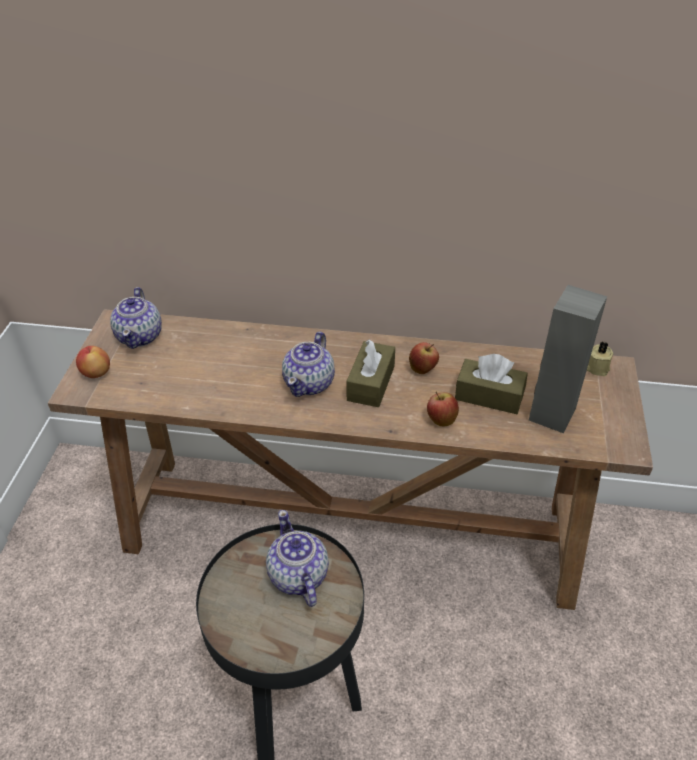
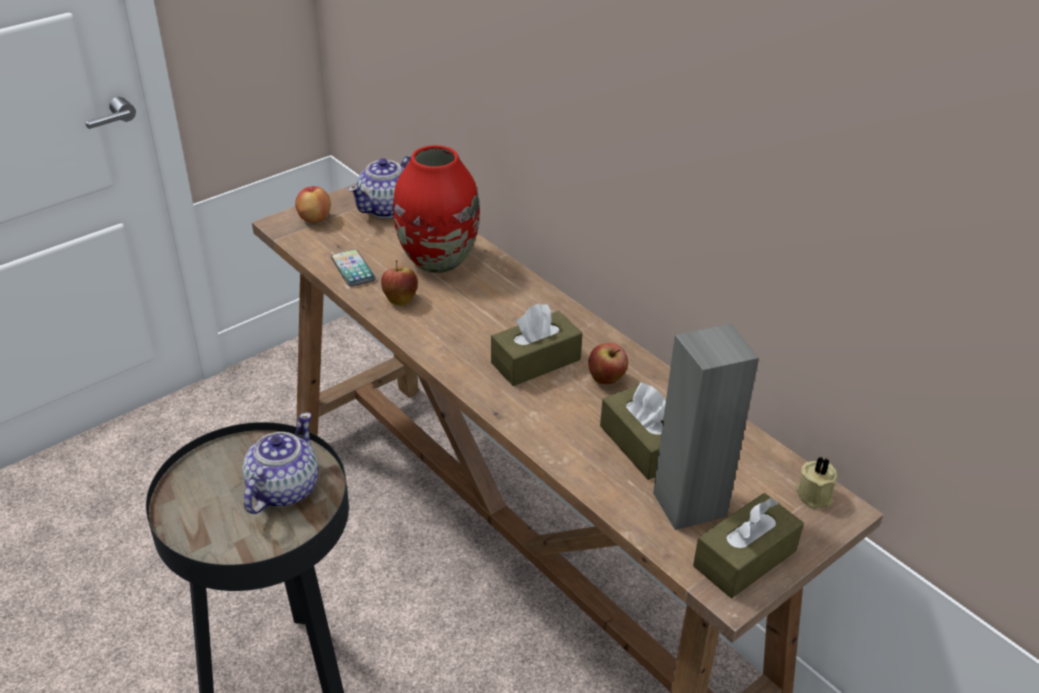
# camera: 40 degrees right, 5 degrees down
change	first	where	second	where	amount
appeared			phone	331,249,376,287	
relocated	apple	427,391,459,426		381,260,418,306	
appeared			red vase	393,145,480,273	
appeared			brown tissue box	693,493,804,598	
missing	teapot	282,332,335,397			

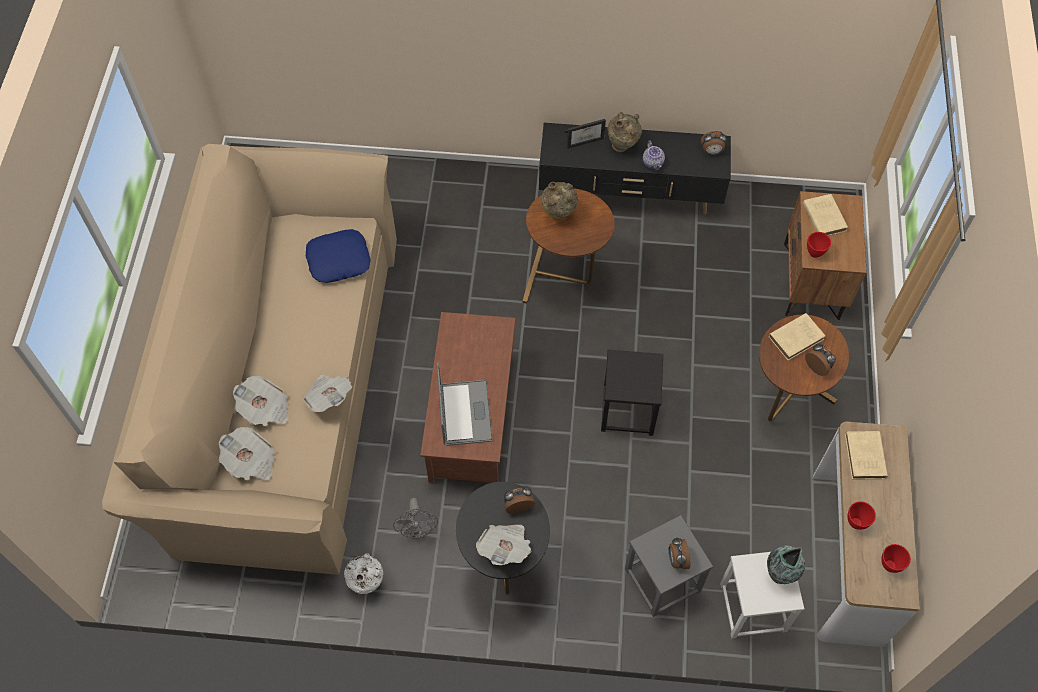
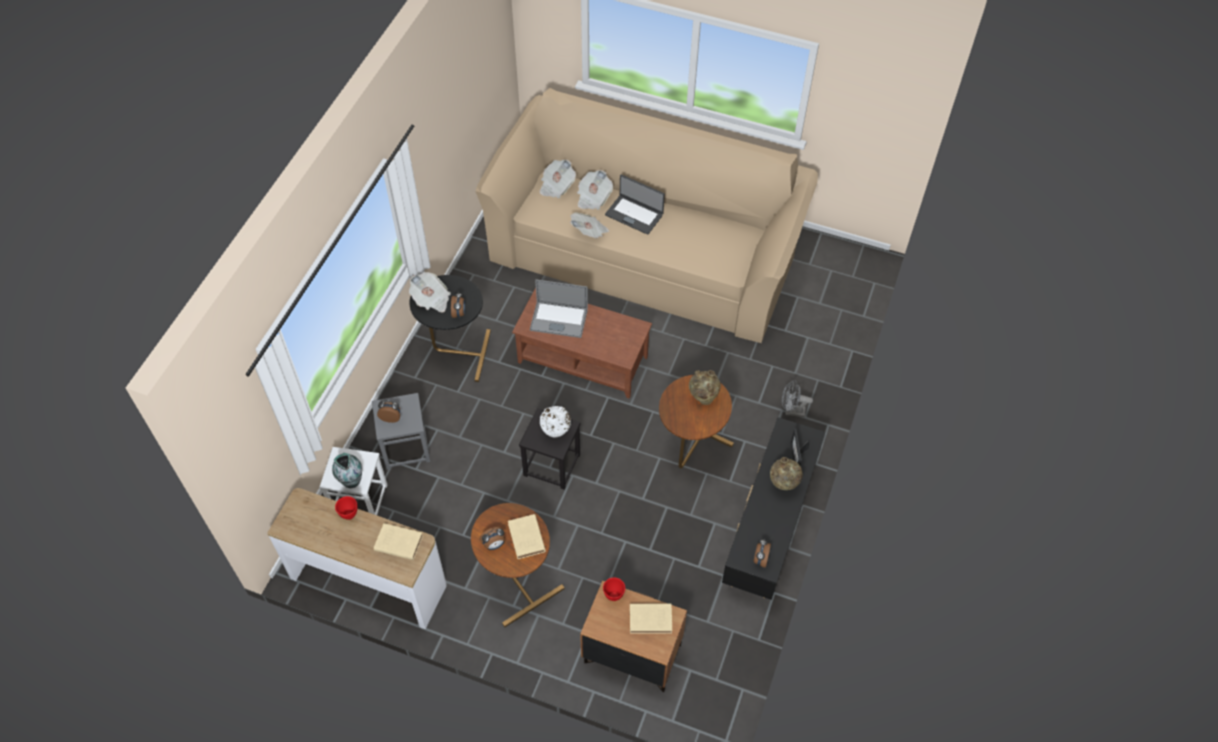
# camera: 105 degrees right, 5 degrees down
change	first	where	second	where	amount
relocated	white vase	344,553,383,594		540,406,571,438	
appeared			laptop	605,174,665,235	
relocated	grey fan	393,498,438,539		782,380,813,417	
missing	blue pillow	306,229,371,283			
missing	teapot	643,140,665,171			
missing	red bowl	881,544,911,573			

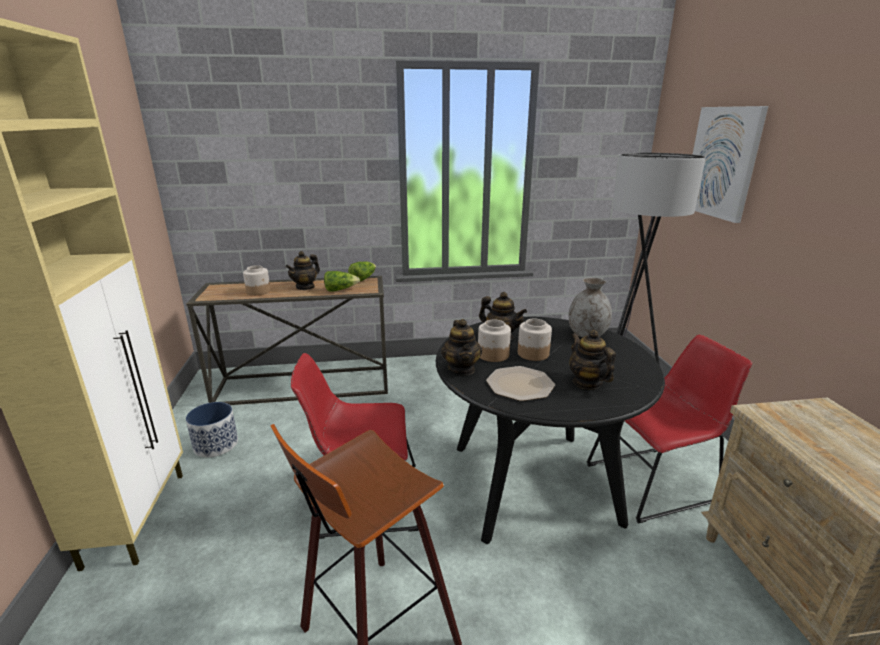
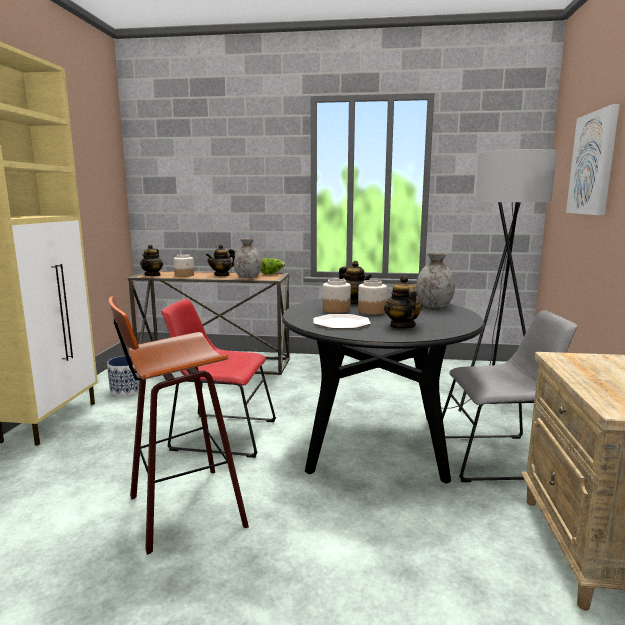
# camera: 15 degrees right, 10 degrees down
change	first	where	second	where	amount
relocated	teapot	441,319,482,376		140,244,163,276	
exchanged	lettuce	324,271,360,291	grey vase	234,239,262,278	
colour	red chair	586,335,752,524	grey chair	442,310,577,482	

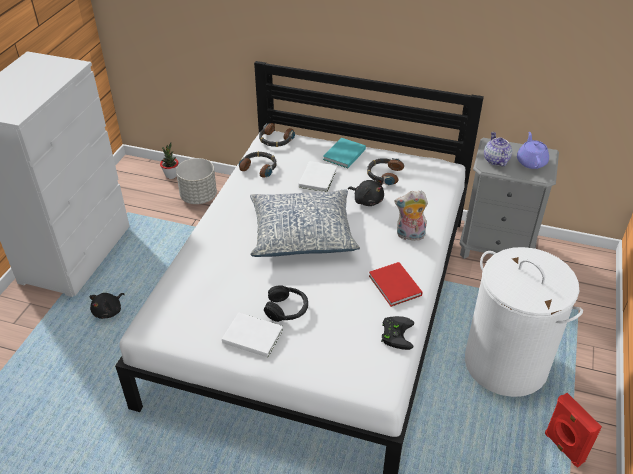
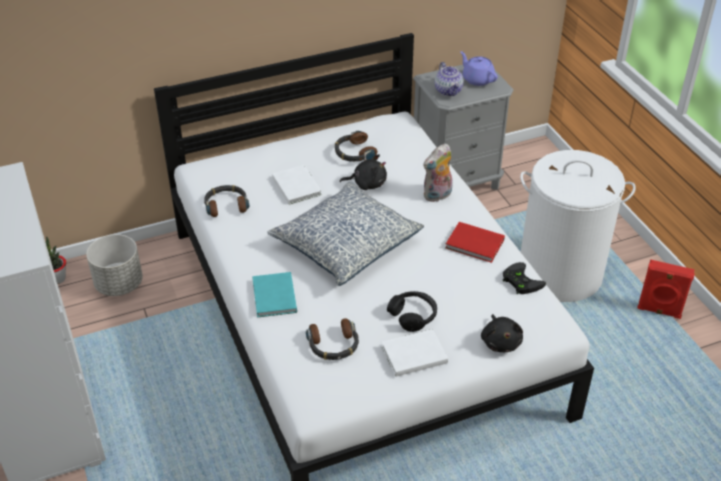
# camera: 40 degrees left, 0 degrees up
change	first	where	second	where	amount
relocated	turquoise book	323,138,366,168		252,272,297,318	
relocated	headphones	259,123,295,147		306,318,359,360	
spun	teapot	484,132,512,167		435,62,464,96	150 degrees counterclockwise
relocated	black plush toy	90,293,125,319		481,314,523,352	

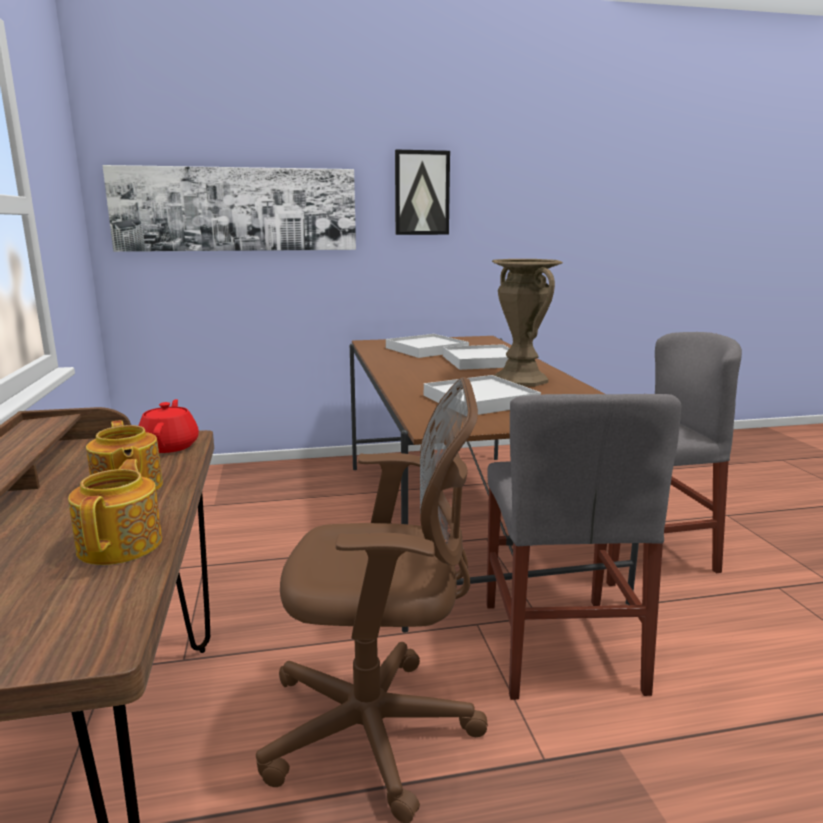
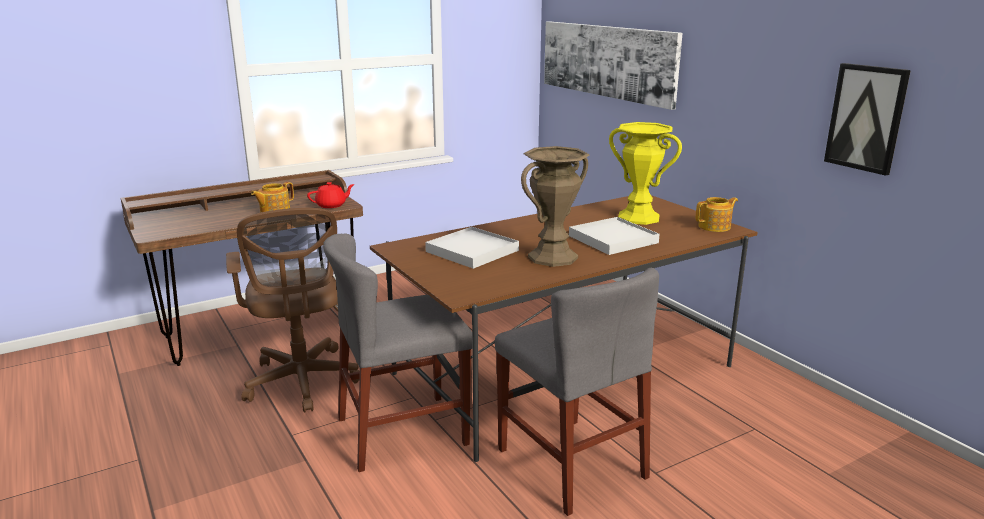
# camera: 70 degrees right, 5 degrees up
change	first	where	second	where	amount
exchanged	white tray	386,334,469,358	yellow vase	609,122,682,225	
relocated	teapot	68,459,162,565		696,197,738,232	
relocated	picture	395,150,450,235		824,63,911,176	

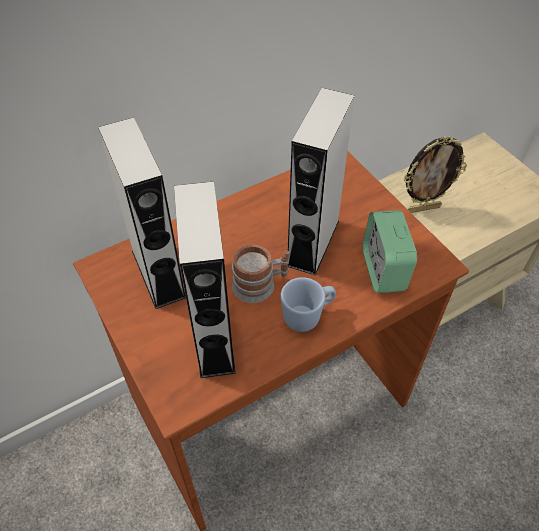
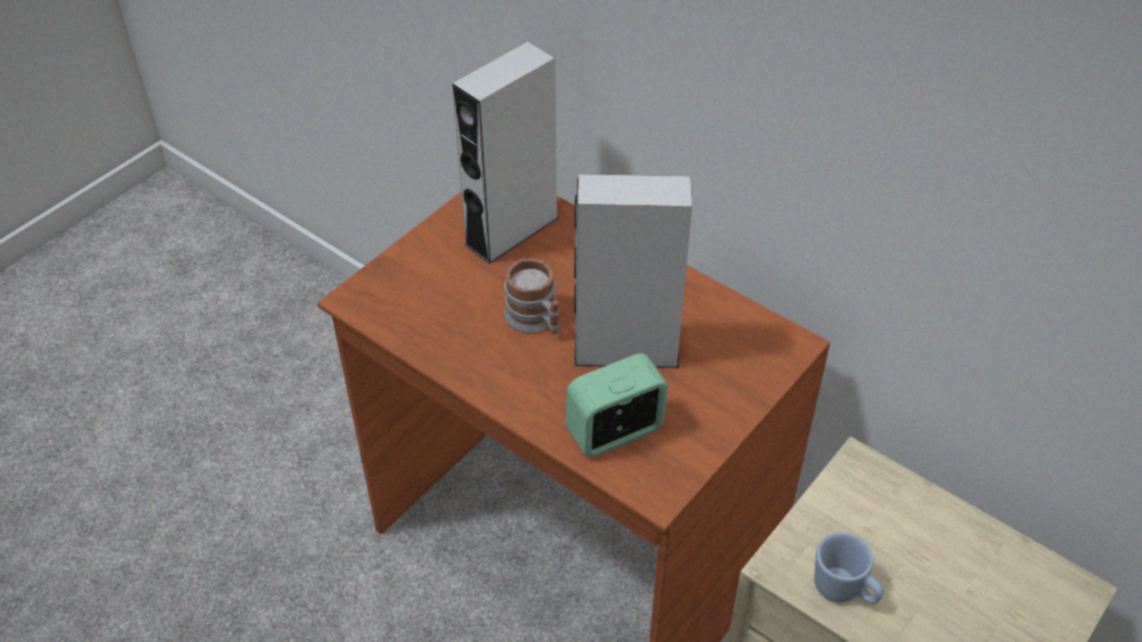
# camera: 70 degrees right, 5 degrees down
change	first	where	second	where	amount
relocated	blue mug	281,277,336,332		814,532,884,604	
missing	grey speaker	174,181,236,378			
missing	picture frame	404,136,467,213			

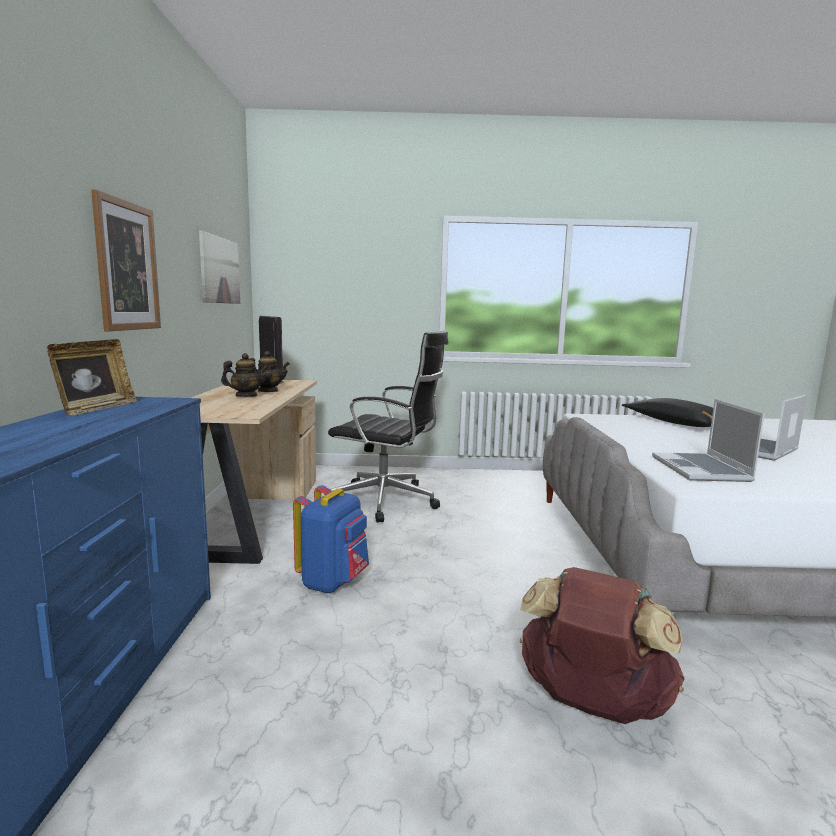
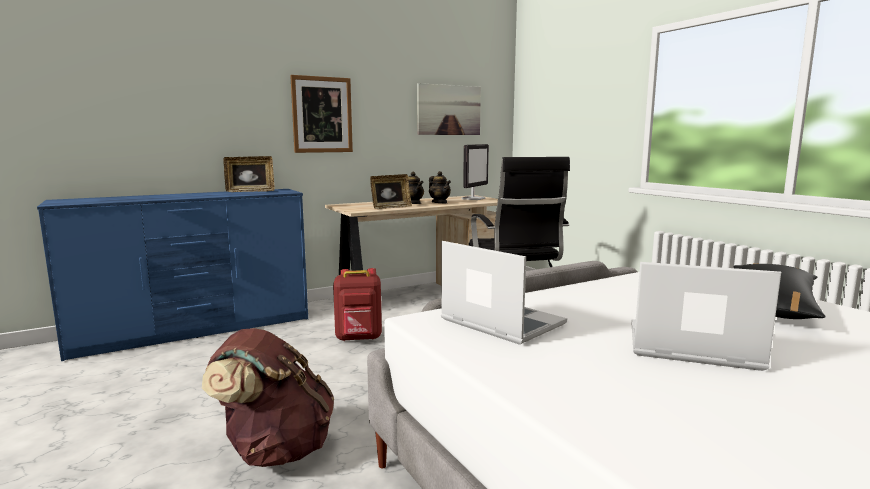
# camera: 60 degrees right, 0 degrees up
change	first	where	second	where	amount
colour	blue backpack	293,485,369,593	red backpack	333,268,382,341	
appeared			picture frame	370,174,412,209	
spun	laptop	652,399,765,482		441,241,567,345	75 degrees clockwise

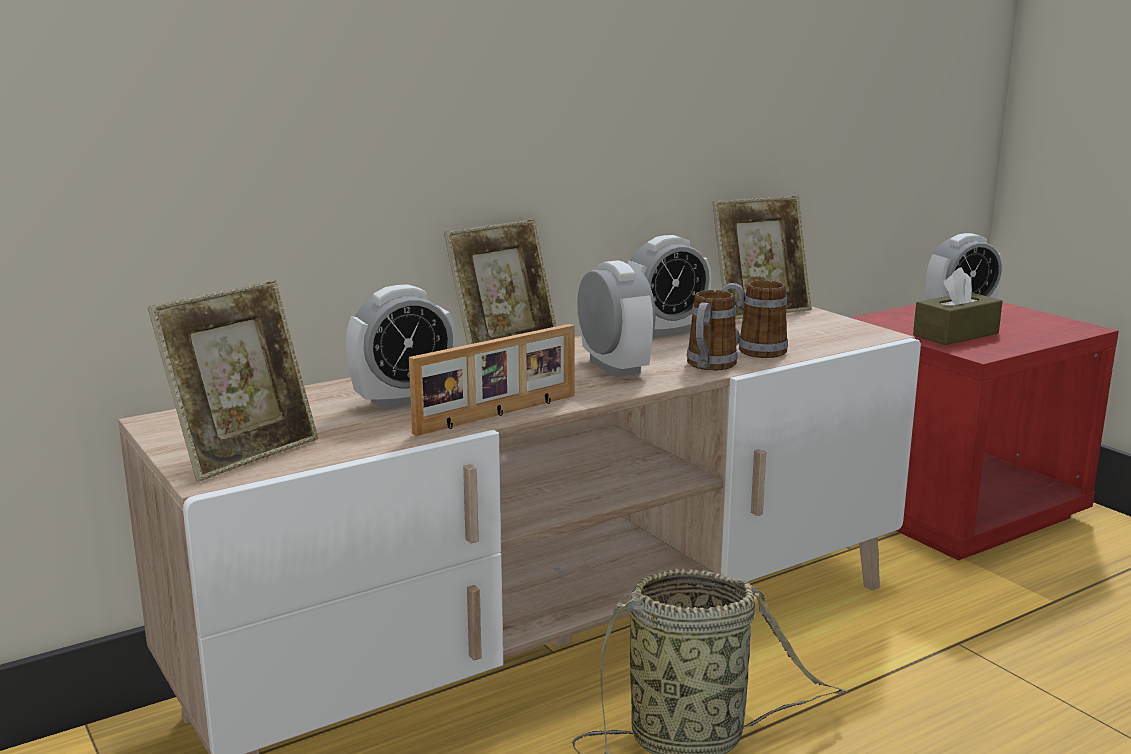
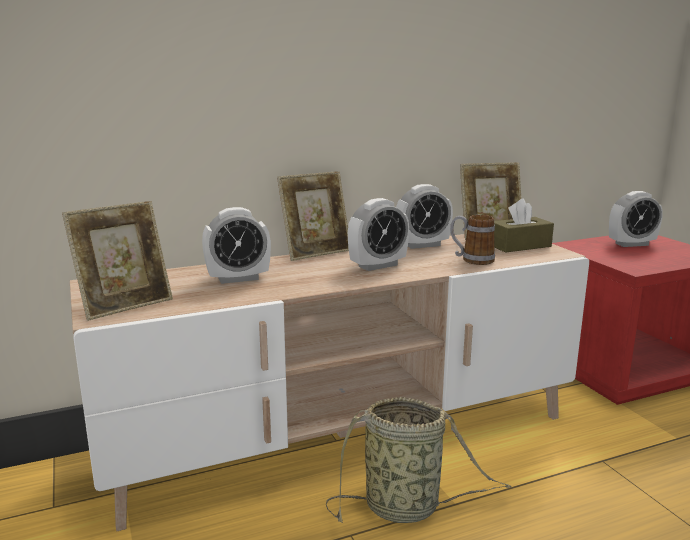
# camera: 10 degrees right, 0 degrees up
change	first	where	second	where	amount
spun	alarm clock	577,260,656,377		348,198,409,271	75 degrees clockwise
relocated	brown tissue box	913,267,1003,345		494,198,554,253	
missing	picture frame	409,324,575,436			
missing	mug	687,290,738,370			

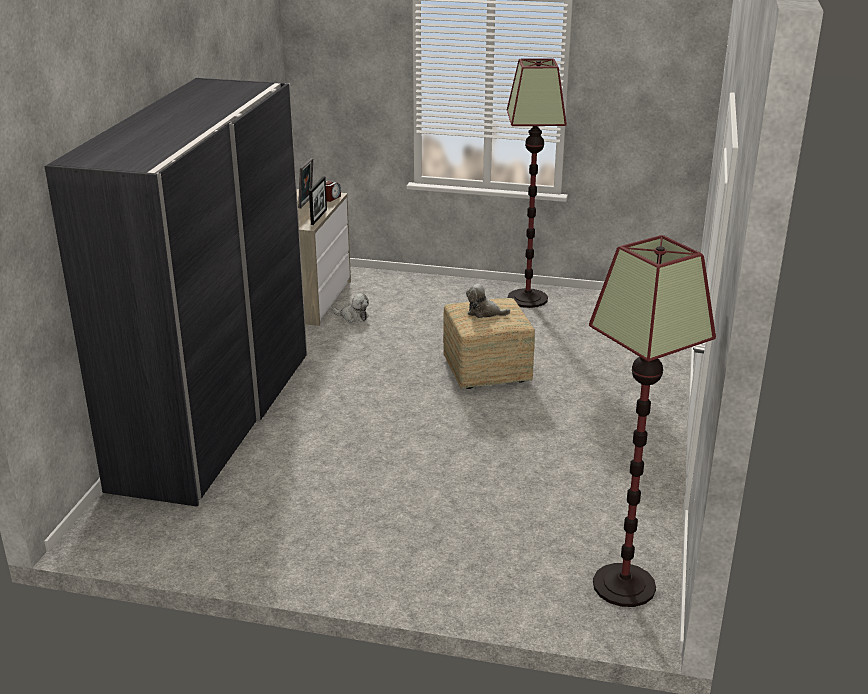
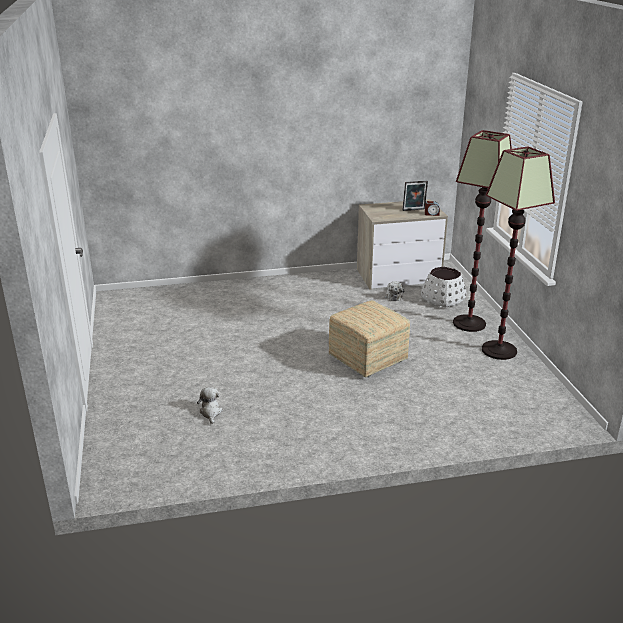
# camera: 65 degrees right, 0 degrees up
change	first	where	second	where	amount
relocated	plush toy	466,284,510,318		197,387,223,424	
appeared			white planter	421,266,467,308	
relocated	floor lamp	589,235,716,607		453,130,512,332	
missing	grey wardrobe	45,78,307,507			
missing	picture frame	309,176,327,225			

